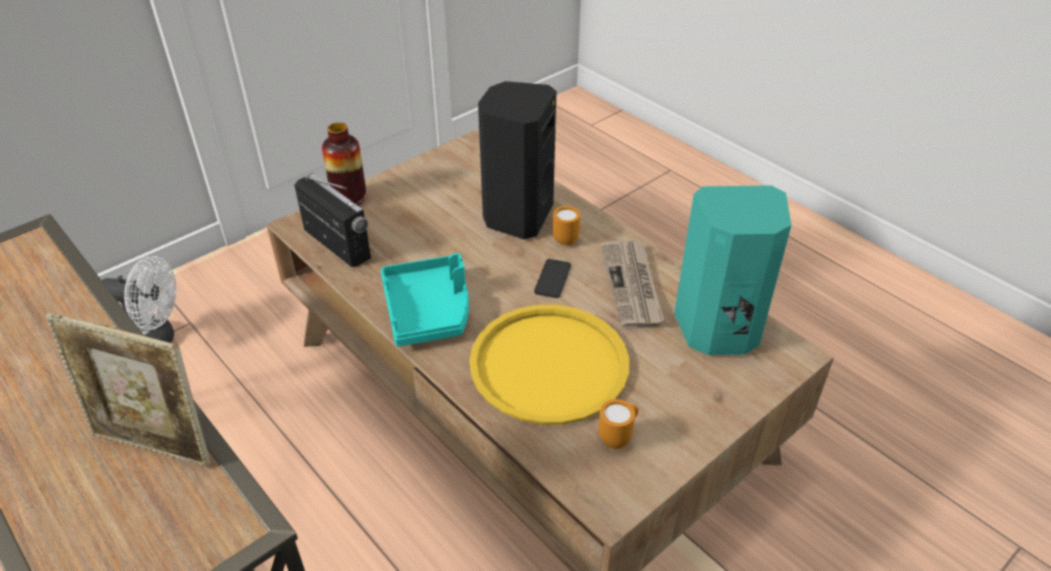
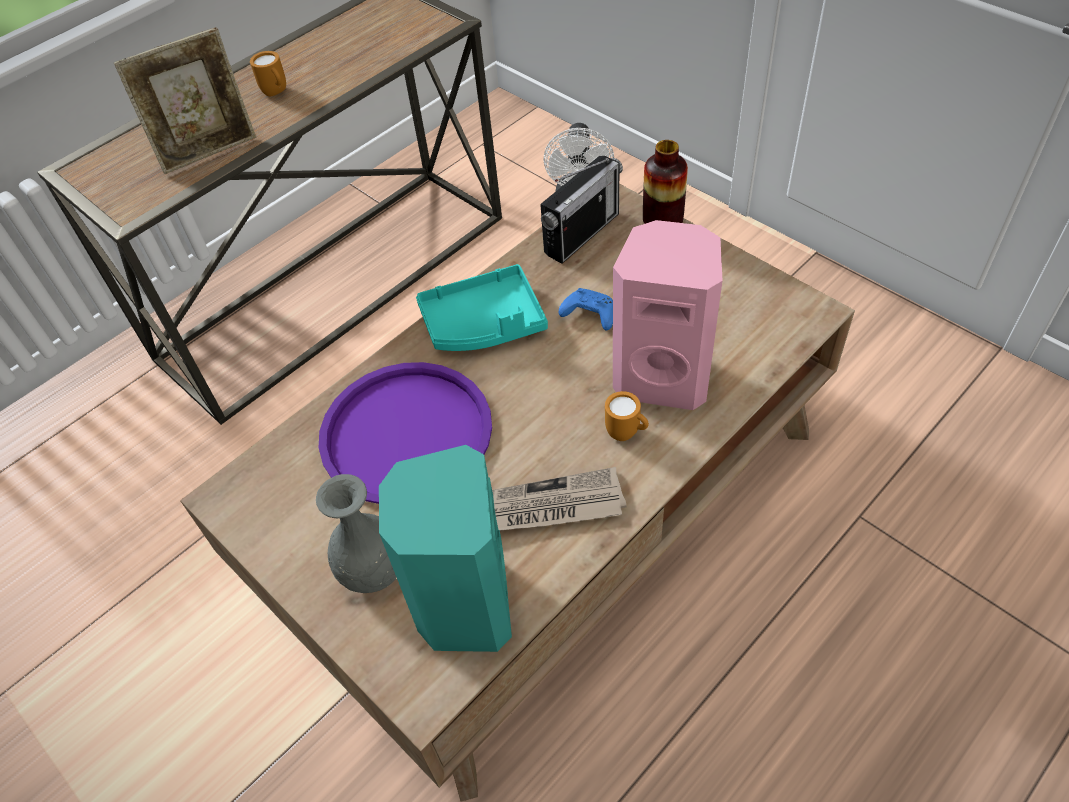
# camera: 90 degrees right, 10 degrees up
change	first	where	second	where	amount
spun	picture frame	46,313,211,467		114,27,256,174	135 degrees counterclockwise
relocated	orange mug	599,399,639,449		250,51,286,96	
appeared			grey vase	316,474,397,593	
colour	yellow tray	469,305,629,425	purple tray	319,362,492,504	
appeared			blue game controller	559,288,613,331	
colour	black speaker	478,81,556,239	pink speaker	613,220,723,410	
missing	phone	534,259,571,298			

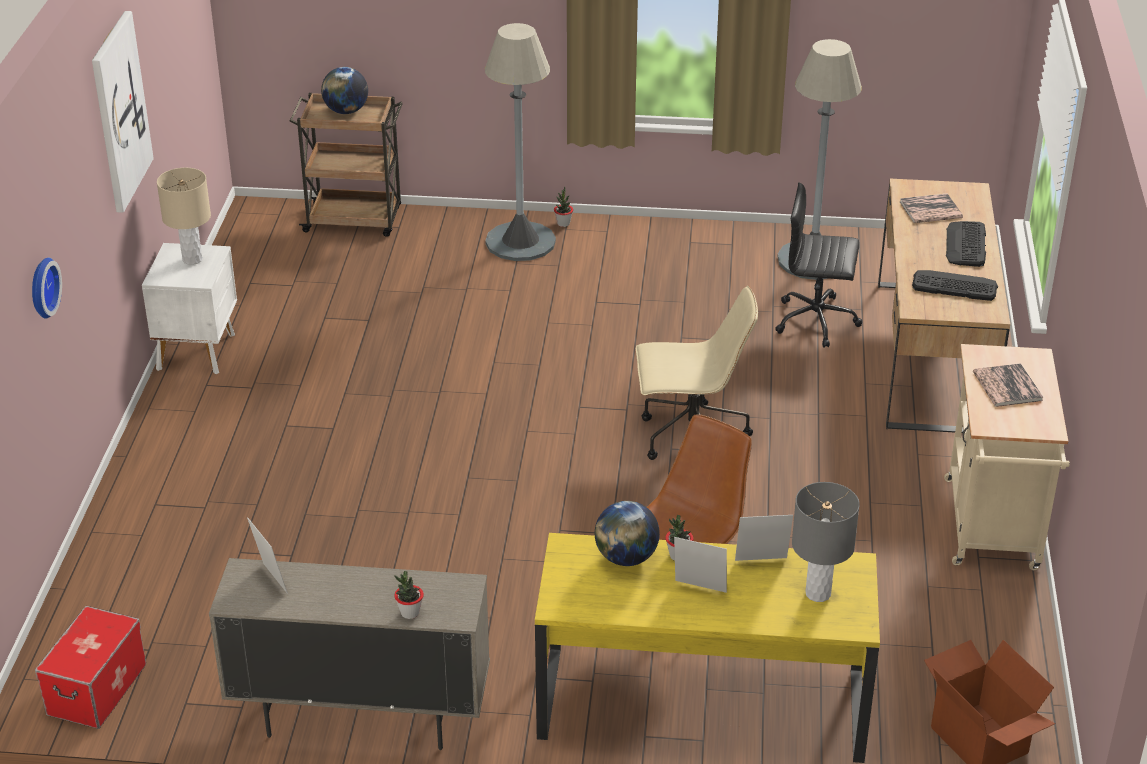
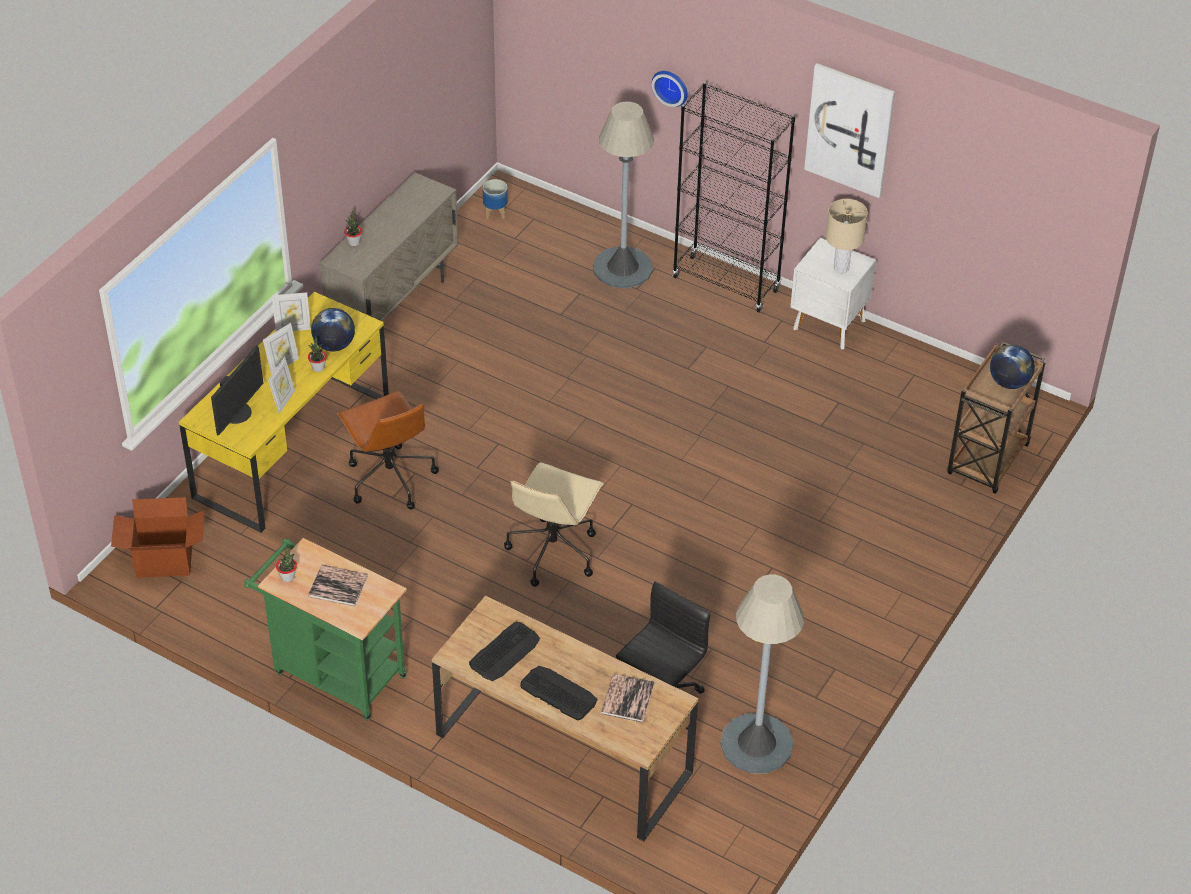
# camera: 115 degrees right, 10 degrees up
change	first	where	second	where	amount
exchanged	grey table lamp	792,482,860,602	monitor	211,346,263,435	
colour	beige cart	944,344,1070,570	green cart	244,538,407,721	
relocated	picture frame	247,517,288,594		272,292,311,331	
relocated	potted plant	554,187,573,227		276,548,297,582	
exchanged	storage box	35,606,146,729	planter	483,179,508,219	
relocated	grey floor lamp	485,23,556,261		593,102,654,288	
appeared			black bookcase	672,82,795,313	

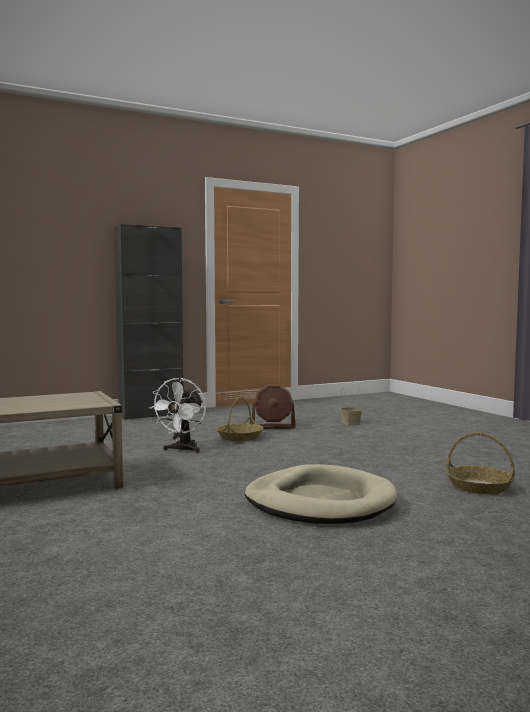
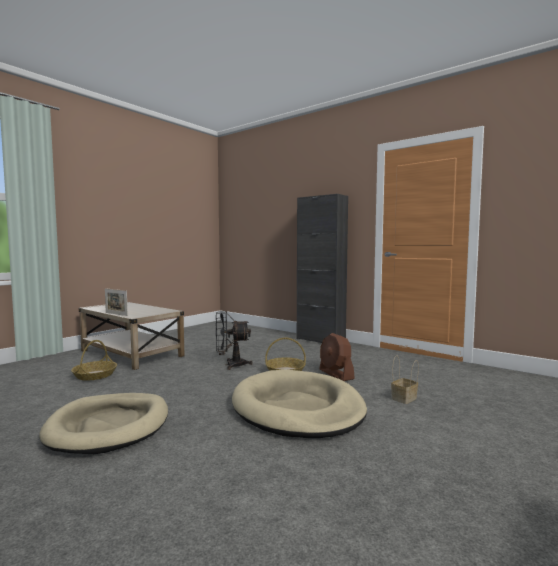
# camera: 65 degrees right, 0 degrees up
change	first	where	second	where	amount
relocated	basket	446,432,515,494		71,340,117,380	
appeared			picture frame	105,288,128,316	
colour	white fan	150,378,206,453	black fan	216,311,253,370	
appeared			beige dog bed	232,370,367,438	

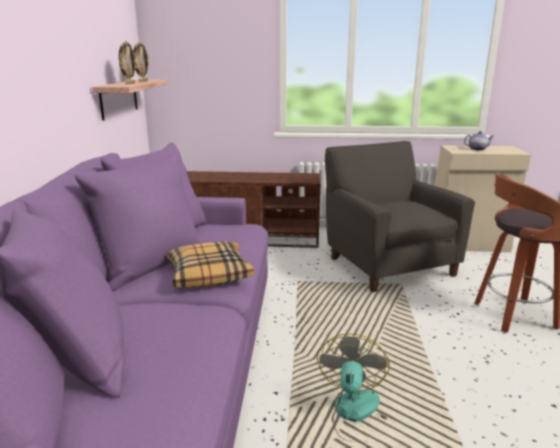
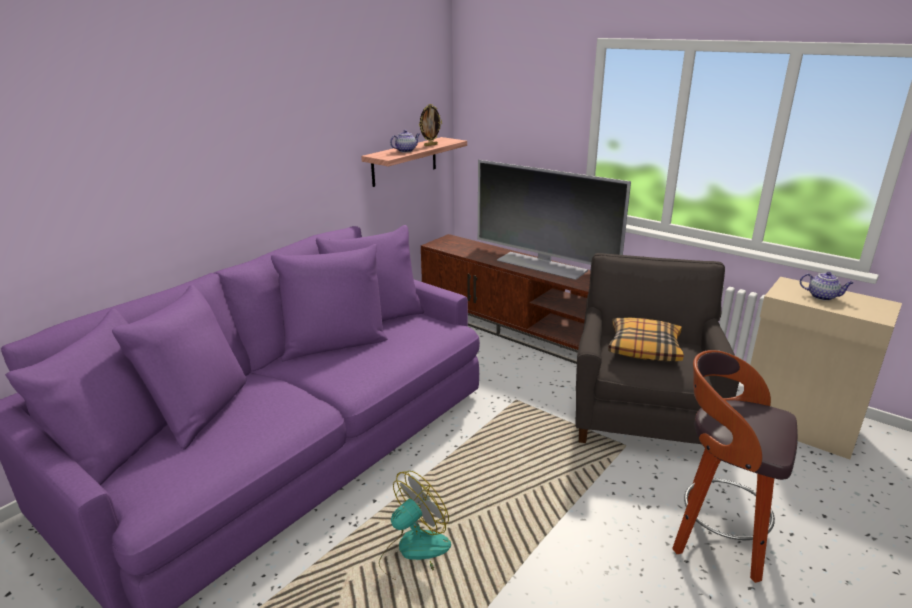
# camera: 35 degrees right, 5 degrees up
change	first	where	second	where	amount
exchanged	picture frame	119,41,137,84	teapot	390,130,420,152	
appeared			television	478,160,631,280	
relocated	pillow	167,242,254,287		608,317,684,361	

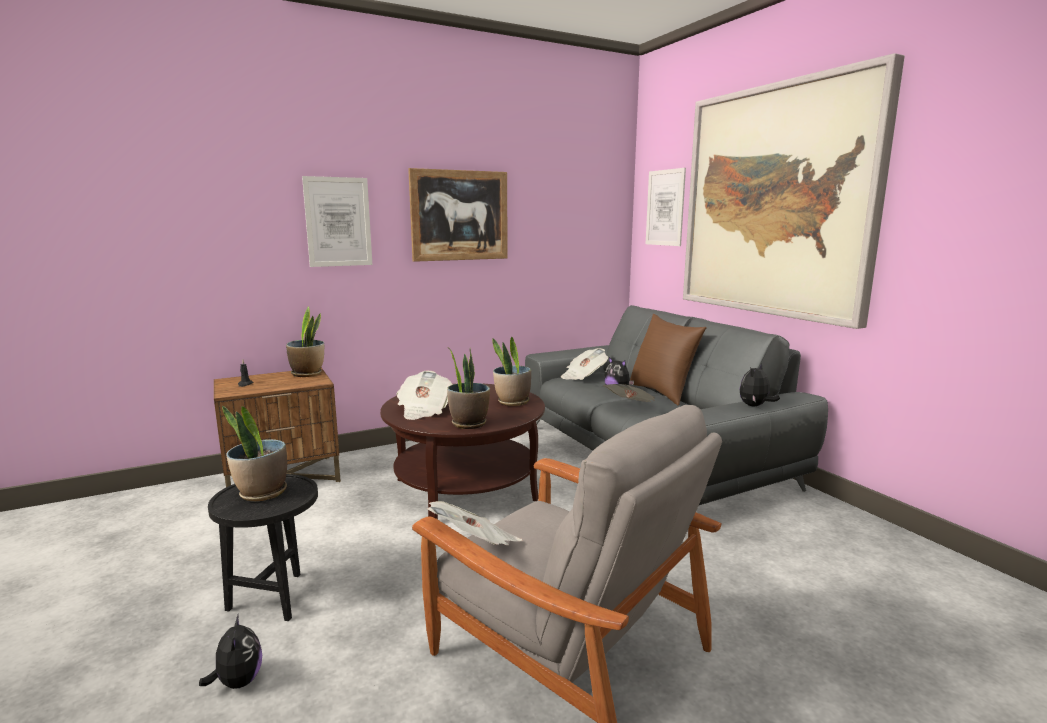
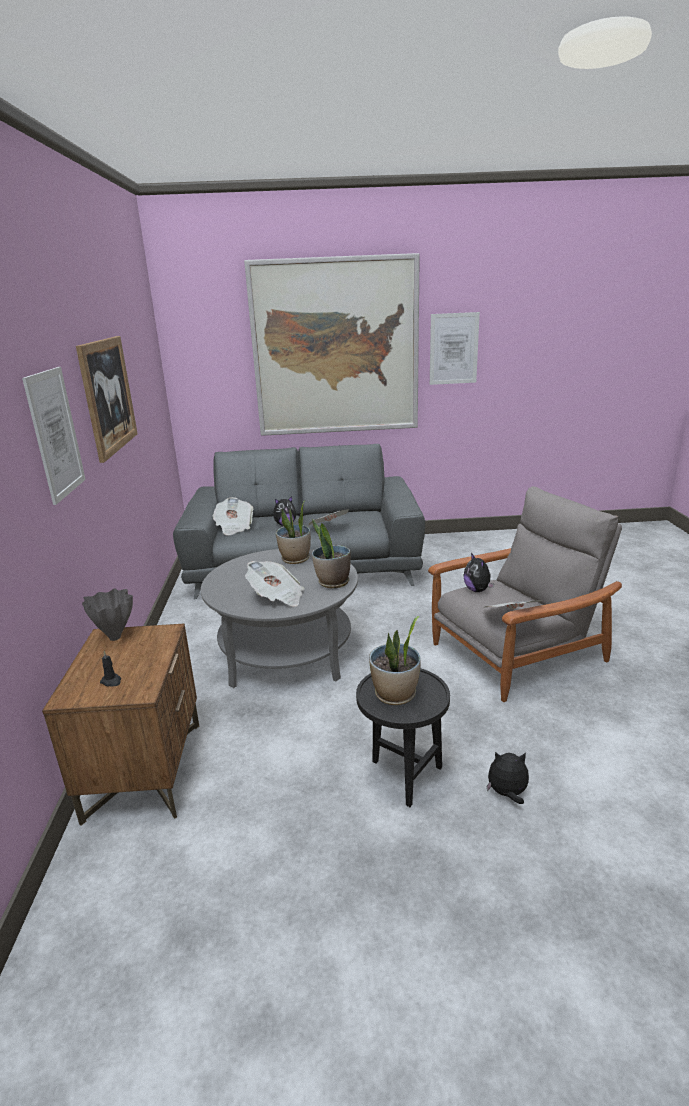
# camera: 65 degrees left, 10 degrees up
change	first	where	second	where	amount
exchanged	potted plant	286,307,324,377	grey vase	82,588,133,641	
colour	brown coffee table	380,384,545,519	grey coffee table	201,549,358,688	
relocated	picture	646,168,686,246		430,312,480,385	
relocated	plush toy	740,363,780,406		464,553,494,592	
missing	brown pillow	630,314,707,406			

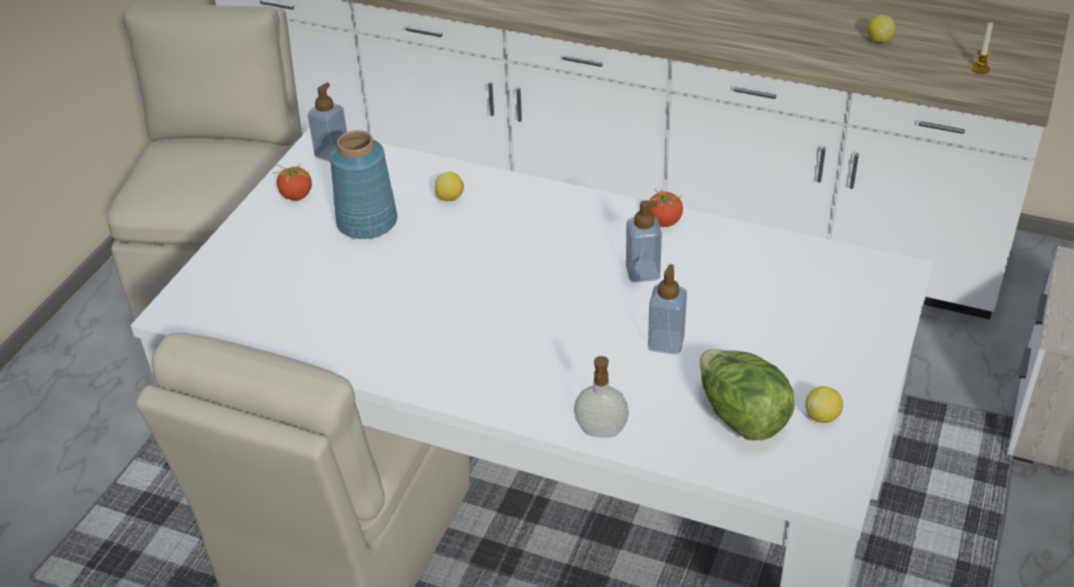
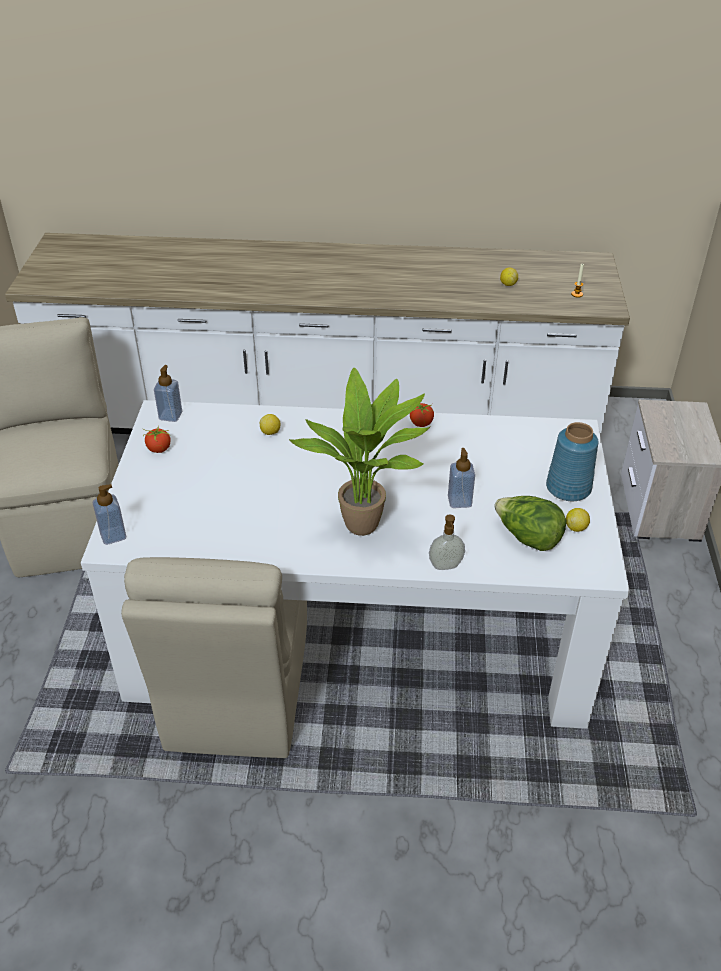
# camera: 20 degrees left, 0 degrees up
change	first	where	second	where	amount
relocated	soap dispenser	626,201,662,282		93,484,126,545	
appeared			potted plant	289,368,431,536	
relocated	blue vase	330,130,397,239		546,422,598,501	

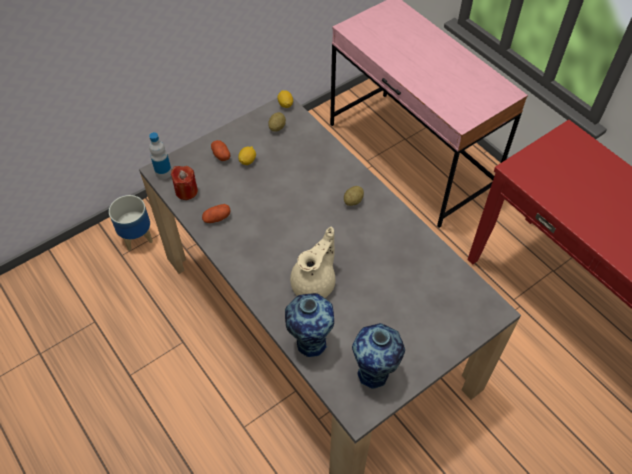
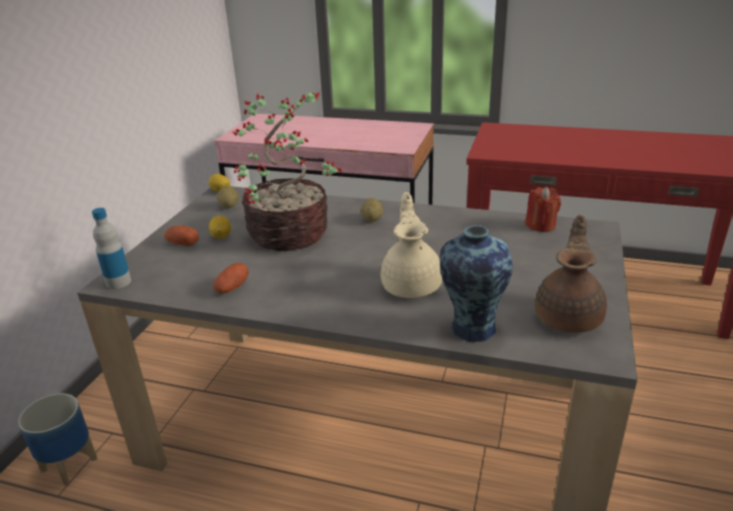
# camera: 35 degrees left, 25 degrees down
change	first	where	second	where	amount
appeared			potted plant	232,92,342,251	
relocated	red candle	171,166,198,200		525,187,561,232	
exchanged	vase	352,323,405,389	brown teapot	535,215,607,333	

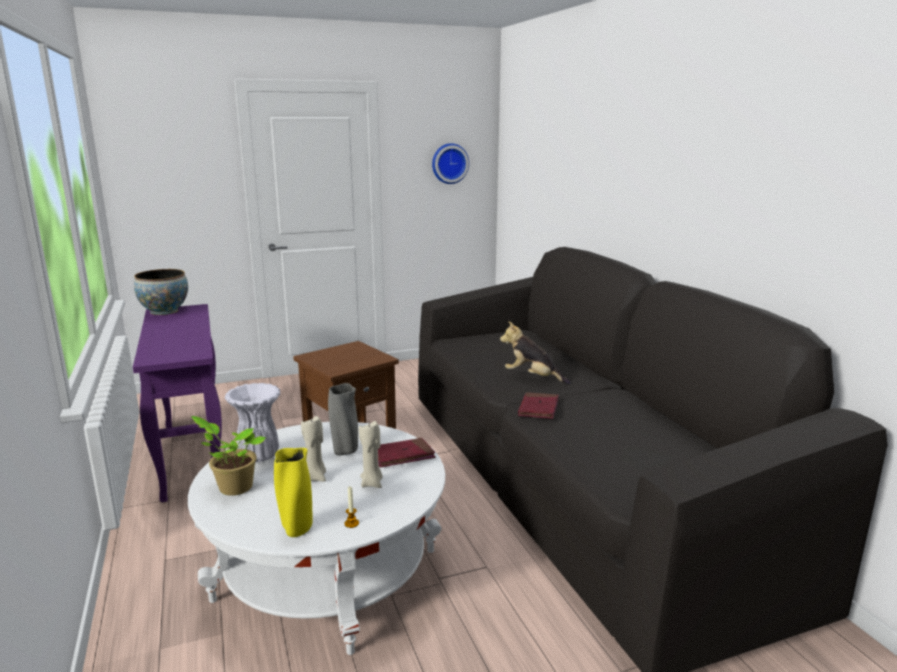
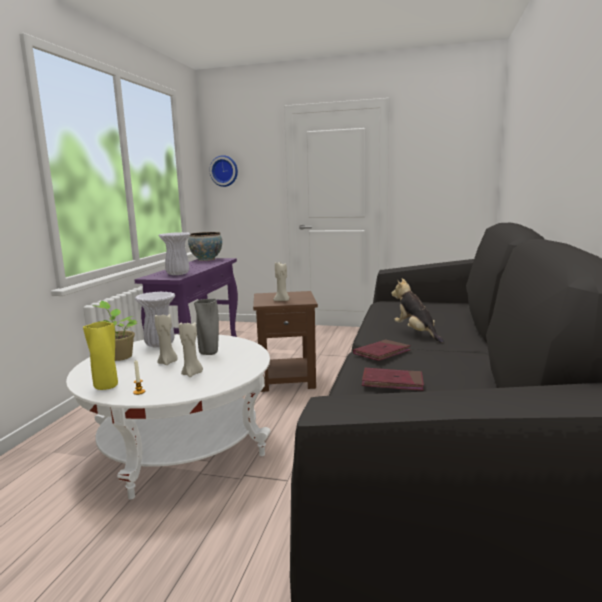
# camera: 35 degrees right, 5 degrees down
change	first	where	second	where	amount
appeared			white vase	159,232,190,275	
relocated	wall clock	432,143,469,184		210,155,238,187	
appeared			beige candle	274,262,289,301	
relocated	red book	378,438,435,467		362,368,424,391	

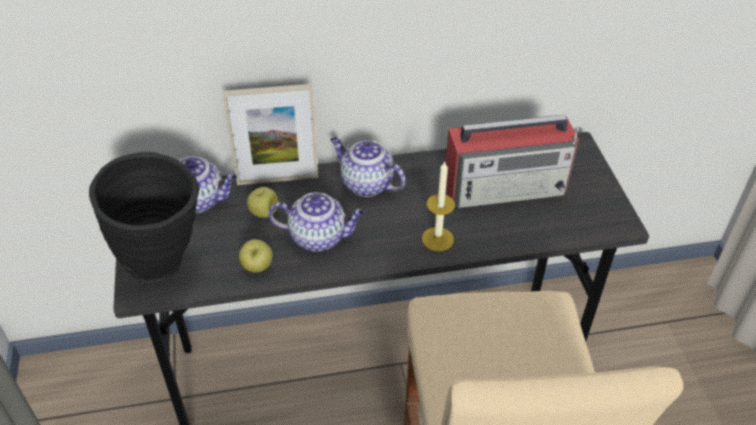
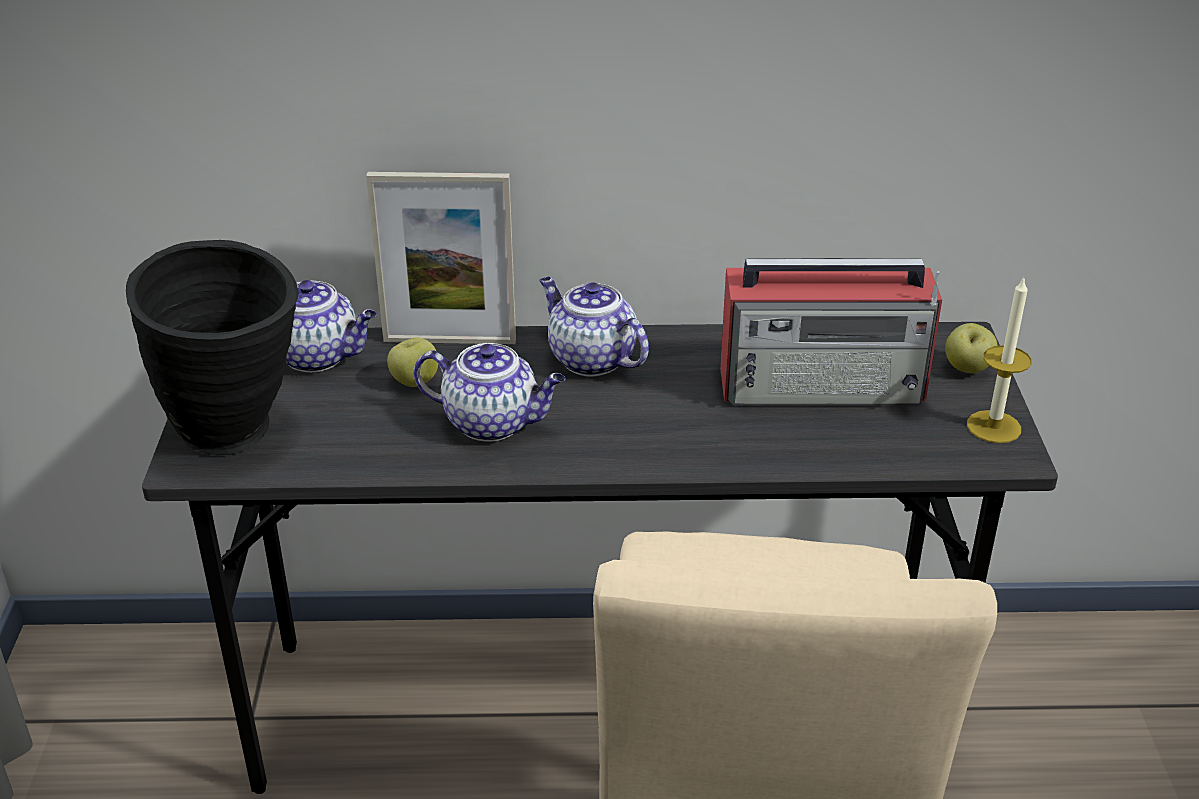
# camera: 10 degrees right, 10 degrees down
change	first	where	second	where	amount
relocated	apple	239,239,273,273		945,323,998,373	
relocated	candle	422,161,455,251		967,277,1032,443	

